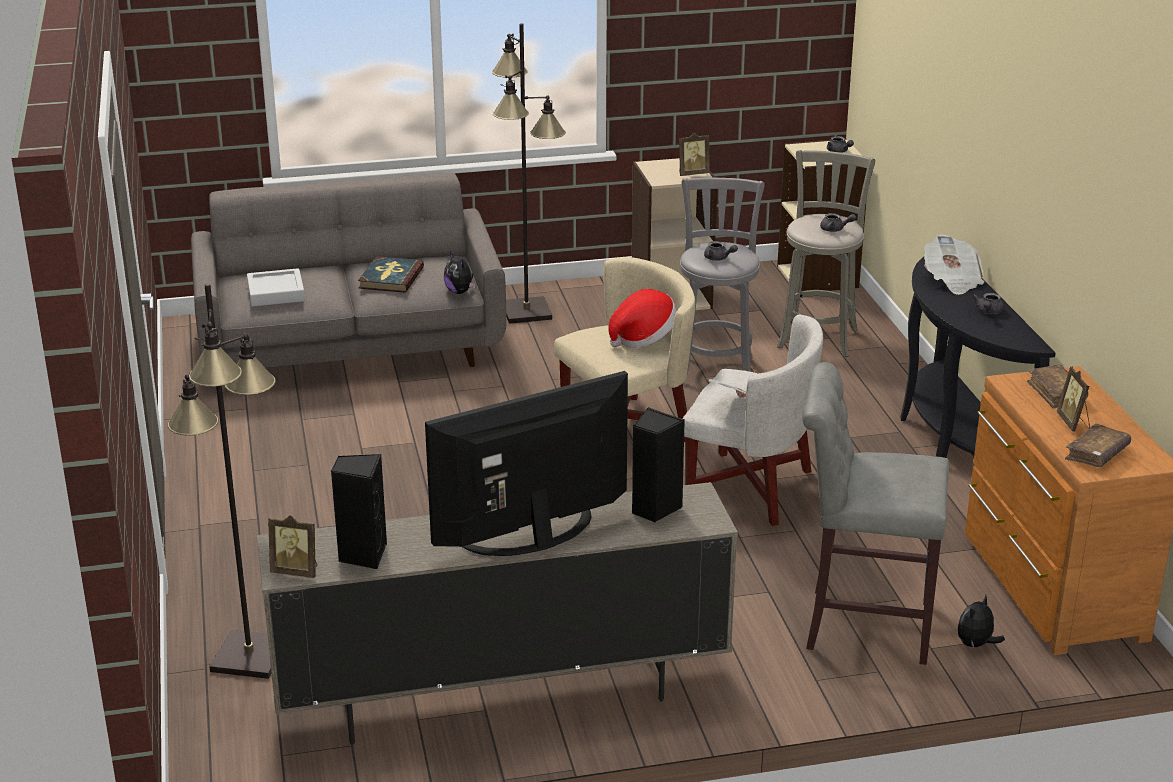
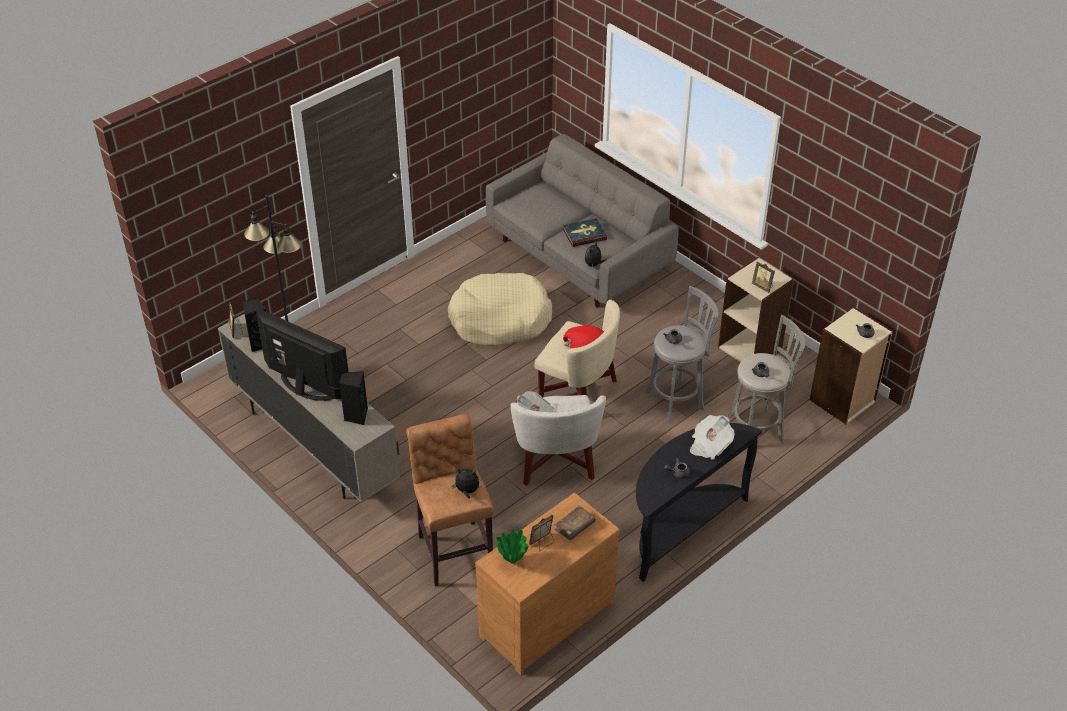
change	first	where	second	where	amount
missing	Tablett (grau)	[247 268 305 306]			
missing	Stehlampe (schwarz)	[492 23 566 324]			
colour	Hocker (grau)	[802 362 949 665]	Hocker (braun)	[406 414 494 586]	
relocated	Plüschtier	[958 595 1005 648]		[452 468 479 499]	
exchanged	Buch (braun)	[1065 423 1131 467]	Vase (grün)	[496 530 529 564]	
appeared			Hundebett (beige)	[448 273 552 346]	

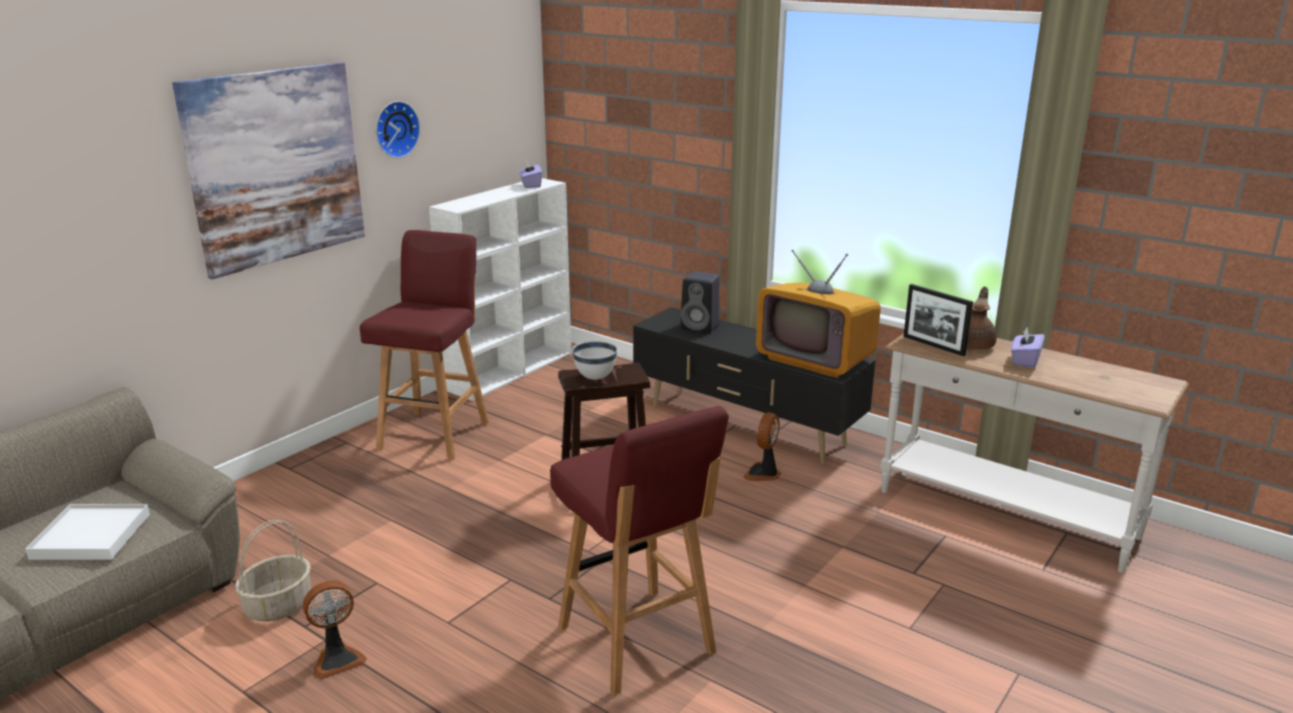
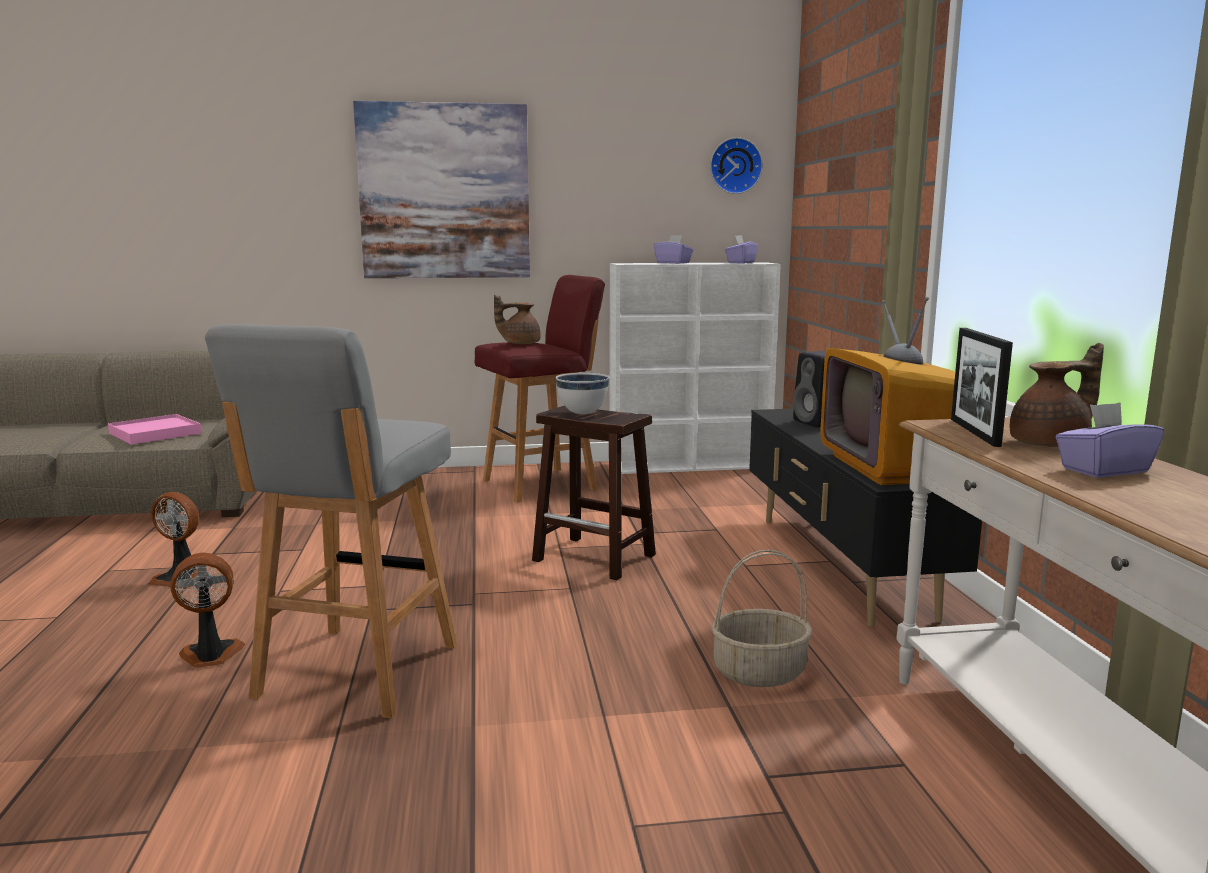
change	first	where	second	where	amount
colour	Tablett (weiß)	[25 504 150 560]	Tablett (rosa)	[108 414 202 445]	
relocated	Korb	[235 520 311 622]		[711 550 813 687]	
relocated	Wanduhr	[376 101 420 158]		[710 137 763 194]	
colour	Hocker (rot)	[550 406 729 695]	Hocker (grau)	[205 324 457 718]	
relocated	Ventilator	[743 412 781 481]		[170 552 245 668]	
appeared			Teekanne (braun)	[494 295 541 344]	
appeared			Taschentuchbox (lila)	[654 235 694 264]	

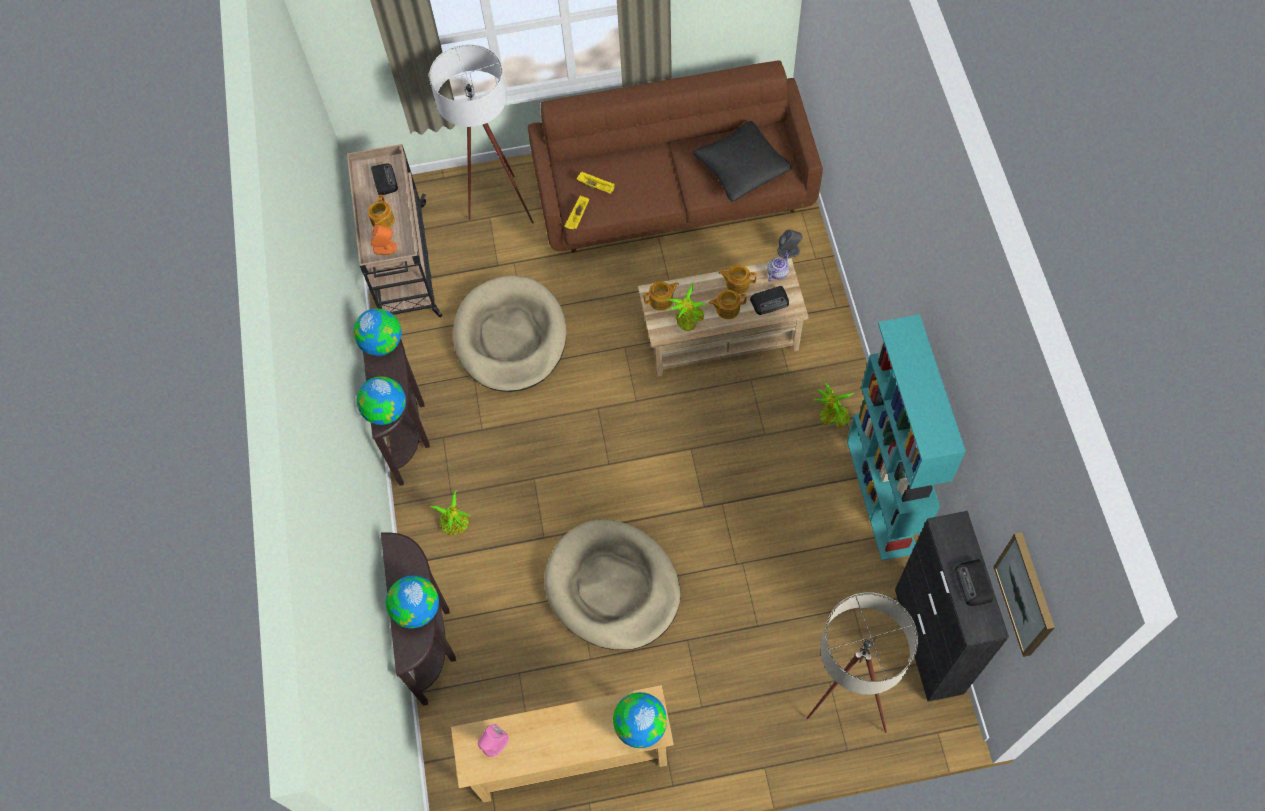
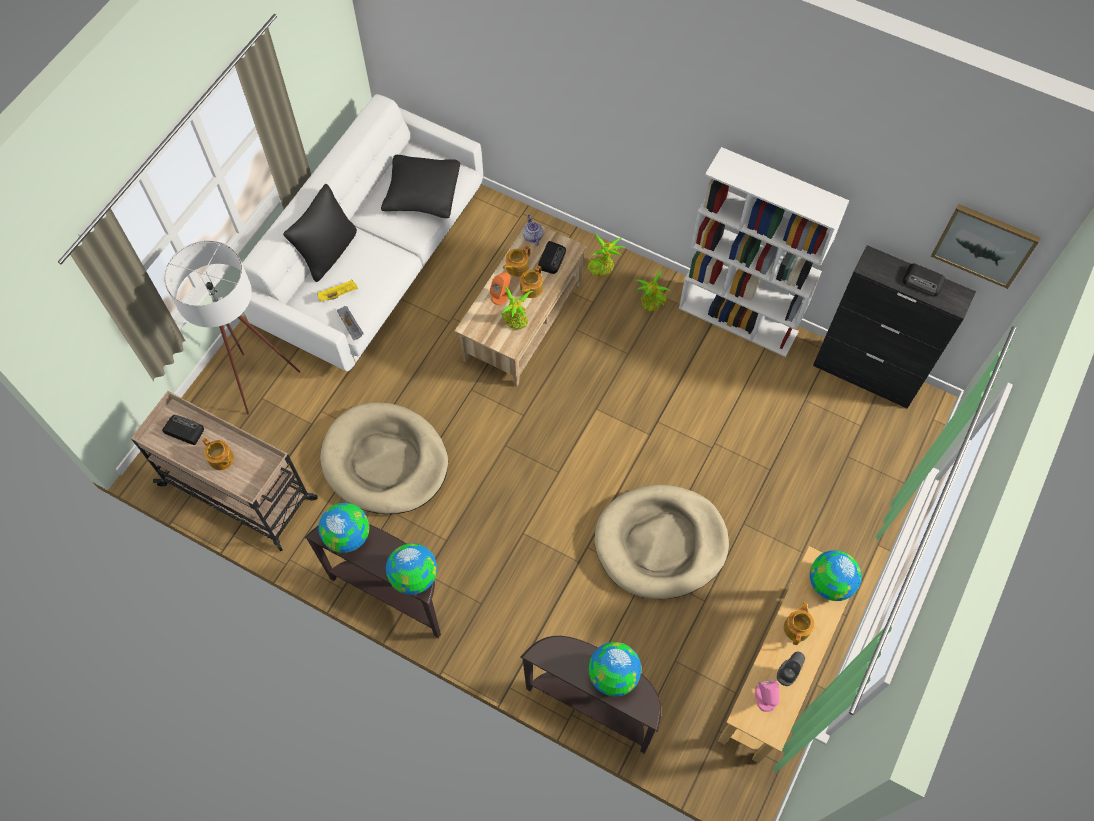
change	first	where	second	where	amount
relocated	Lautsprecher (orange)	[371 224 397 255]		[490 272 512 305]	
relocated	Topfpflanze	[430 490 471 535]		[587 234 625 277]	
colour	Sofa (braun)	[528 61 823 253]	Sofa (weiß)	[242 94 483 371]	
colour	Tablett (gelb)	[565 195 589 229]	Tablett (grau)	[337 306 364 340]	
relocated	Teekanne	[644 281 679 311]		[784 601 815 645]	
relocated	Lautsprecher (grau)	[777 229 803 258]		[777 652 805 686]	
missing	Stehlampe (beige)	[806 593 918 733]			
colour	Bücherregal (türkis)	[847 314 966 561]	Bücherregal (weiß)	[679 147 849 357]	
appeared			Kissen (schwarz)	[283 184 357 282]	

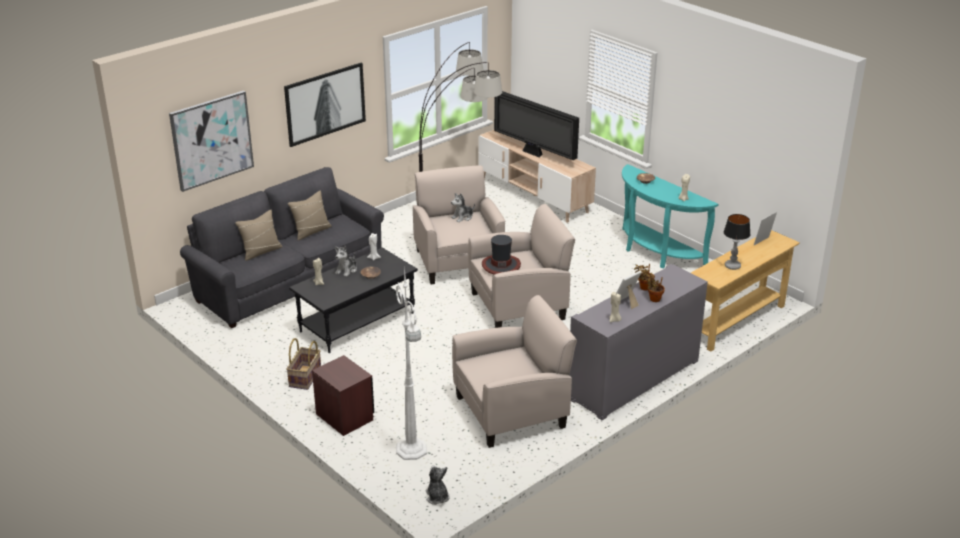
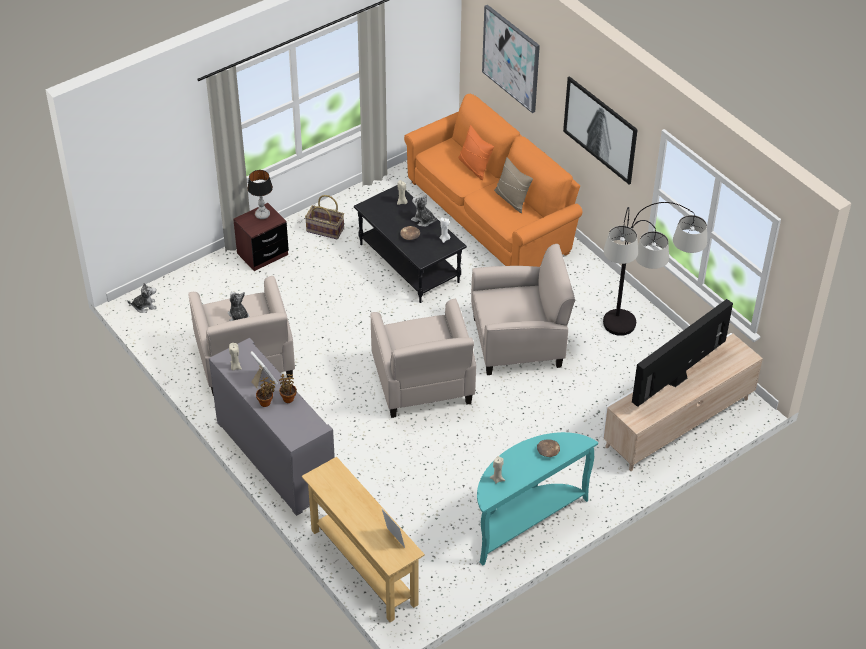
change	first	where	second	where	amount
colour	Sofa (grau)	[180 167 384 328]	Sofa (orange)	[404 94 582 267]	
colour	Kissen (beige)	[235 210 282 261]	Kissen (orange)	[458 125 494 180]	
missing	Stehlampe (weiß)	[395 265 427 460]			
relocated	Plüschtier	[451 193 475 222]		[227 292 249 321]	
missing	Hut	[482 235 521 274]			
relocated	Tischlampe	[724 214 751 270]		[248 170 273 219]	

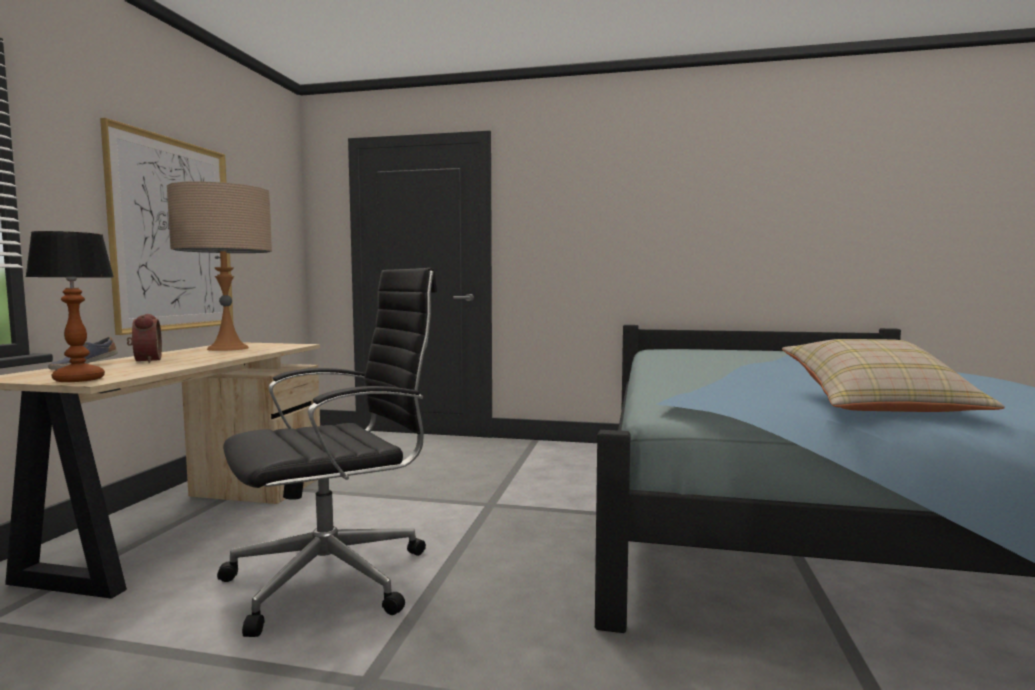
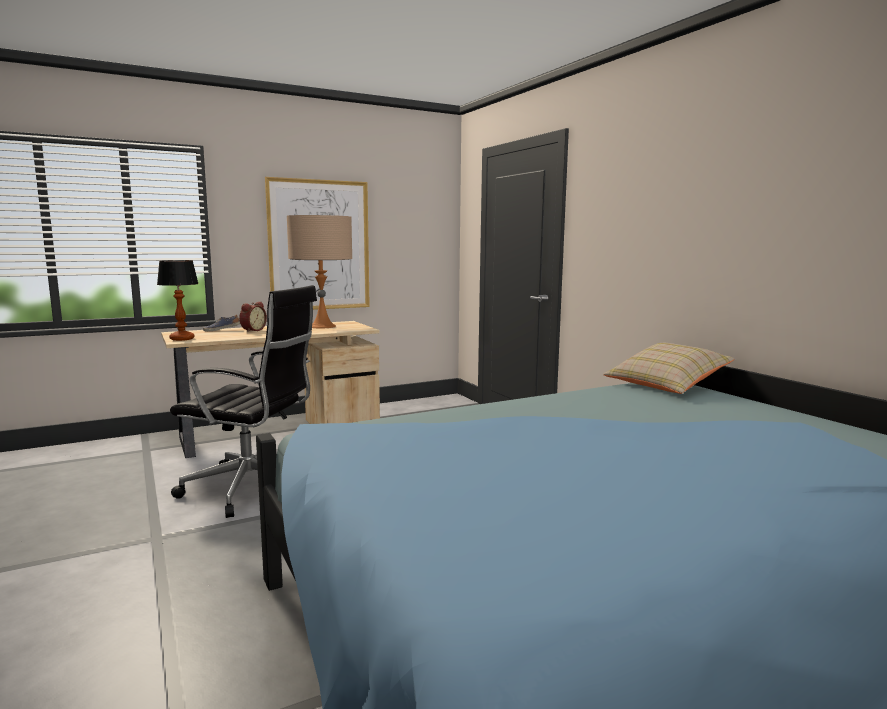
change	first	where	second	where	amount
relocated	Kissen (beige)	[782 339 1005 412]		[603 343 735 394]	

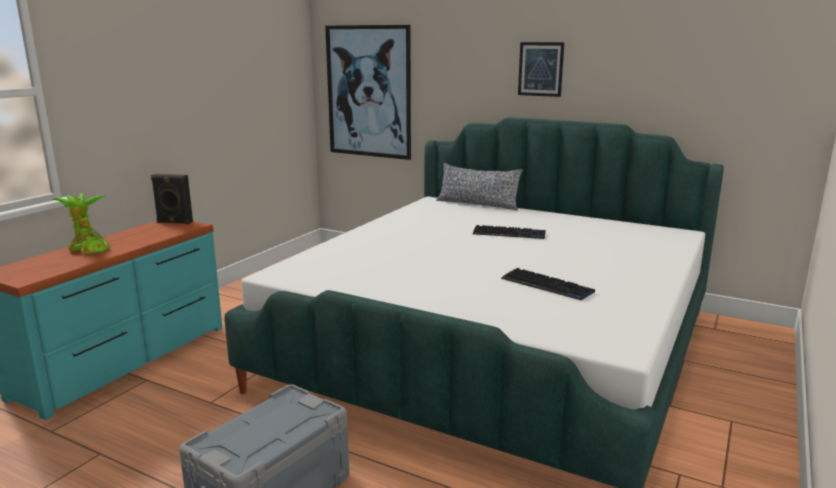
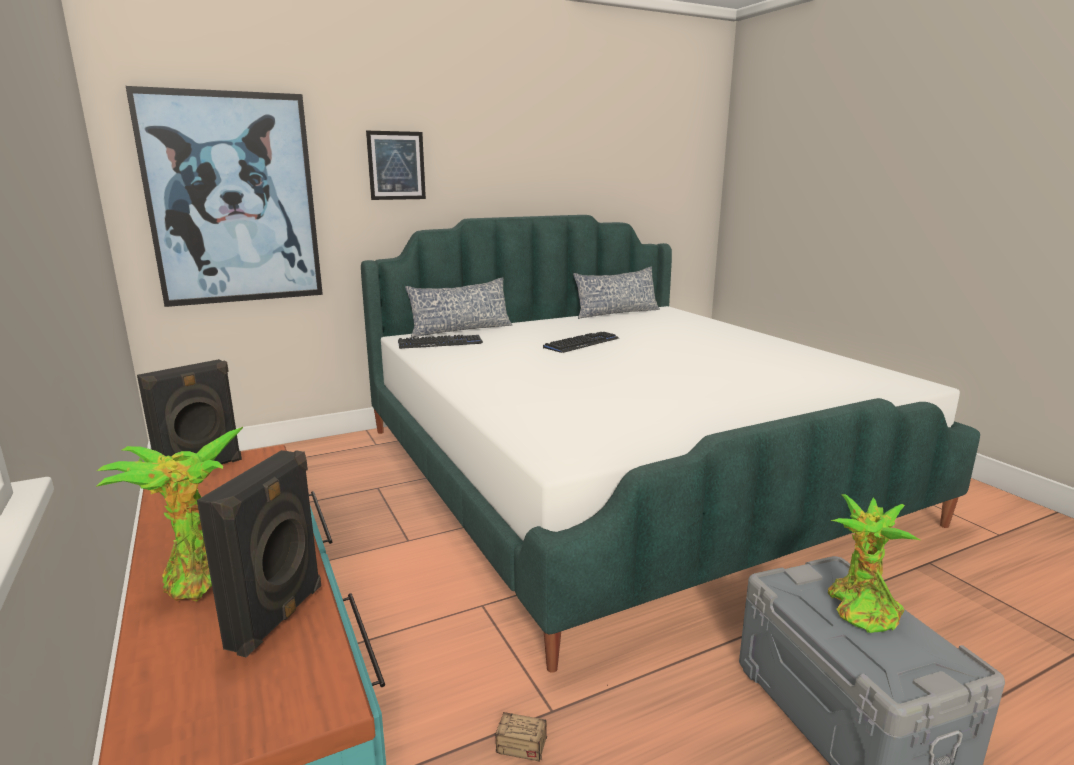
change	first	where	second	where	amount
relocated	Tastatur	[501 268 595 300]		[398 335 483 349]	
relocated	Bild	[518 42 564 97]		[366 131 426 200]	
appeared			Lautsprecher (schwarz)	[197 450 321 657]	
appeared			Aufbewahrungsbox	[494 686 608 762]	
appeared			Kissen	[573 267 660 319]	
appeared			Topfpflanze	[828 494 920 633]	

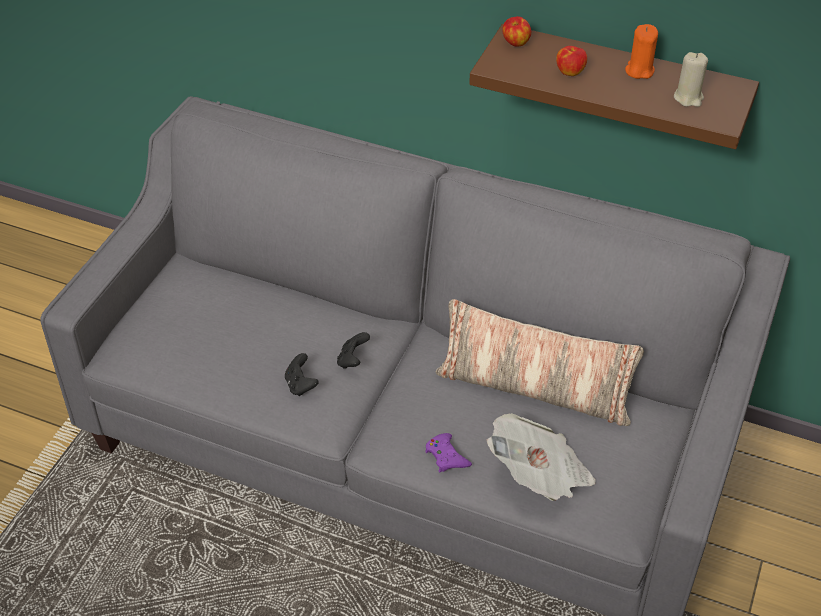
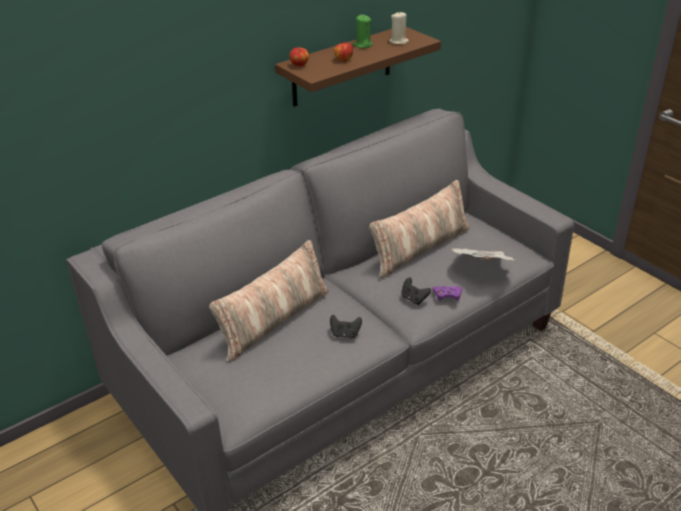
change	first	where	second	where	amount
relocated	Gamepad (schwarz)	[337 332 370 369]		[401 278 431 305]	
colour	Kerze (orange)	[625 24 658 79]	Kerze (grün)	[353 15 373 48]	
appeared			Kissen	[209 240 329 362]	

